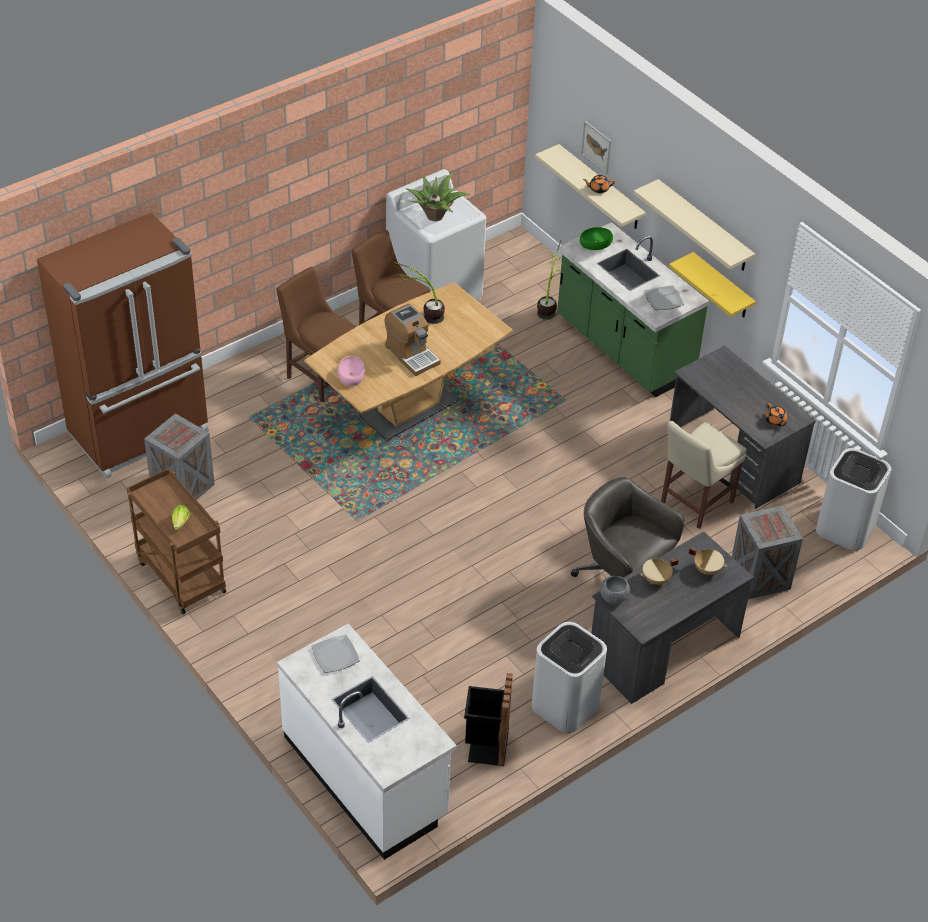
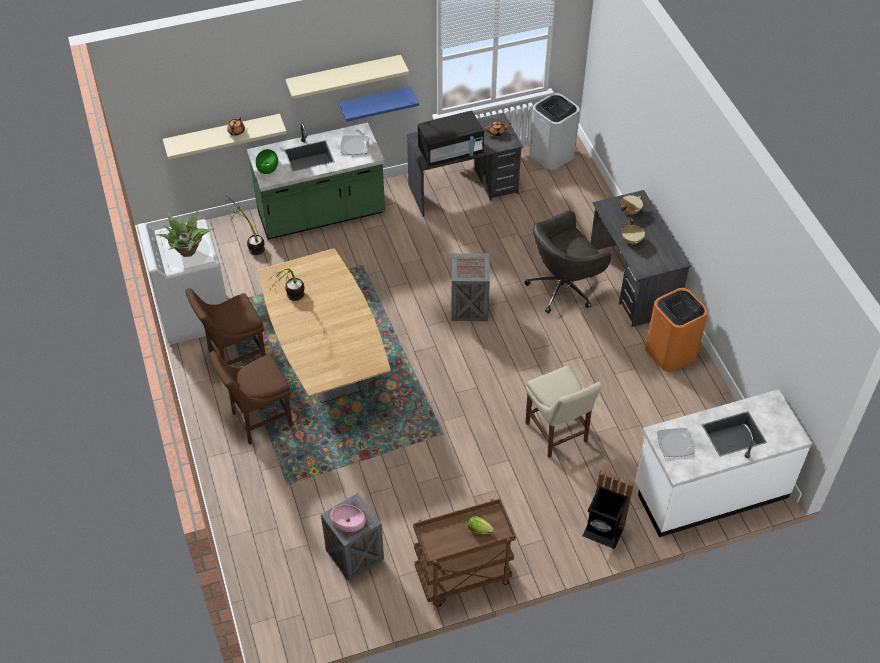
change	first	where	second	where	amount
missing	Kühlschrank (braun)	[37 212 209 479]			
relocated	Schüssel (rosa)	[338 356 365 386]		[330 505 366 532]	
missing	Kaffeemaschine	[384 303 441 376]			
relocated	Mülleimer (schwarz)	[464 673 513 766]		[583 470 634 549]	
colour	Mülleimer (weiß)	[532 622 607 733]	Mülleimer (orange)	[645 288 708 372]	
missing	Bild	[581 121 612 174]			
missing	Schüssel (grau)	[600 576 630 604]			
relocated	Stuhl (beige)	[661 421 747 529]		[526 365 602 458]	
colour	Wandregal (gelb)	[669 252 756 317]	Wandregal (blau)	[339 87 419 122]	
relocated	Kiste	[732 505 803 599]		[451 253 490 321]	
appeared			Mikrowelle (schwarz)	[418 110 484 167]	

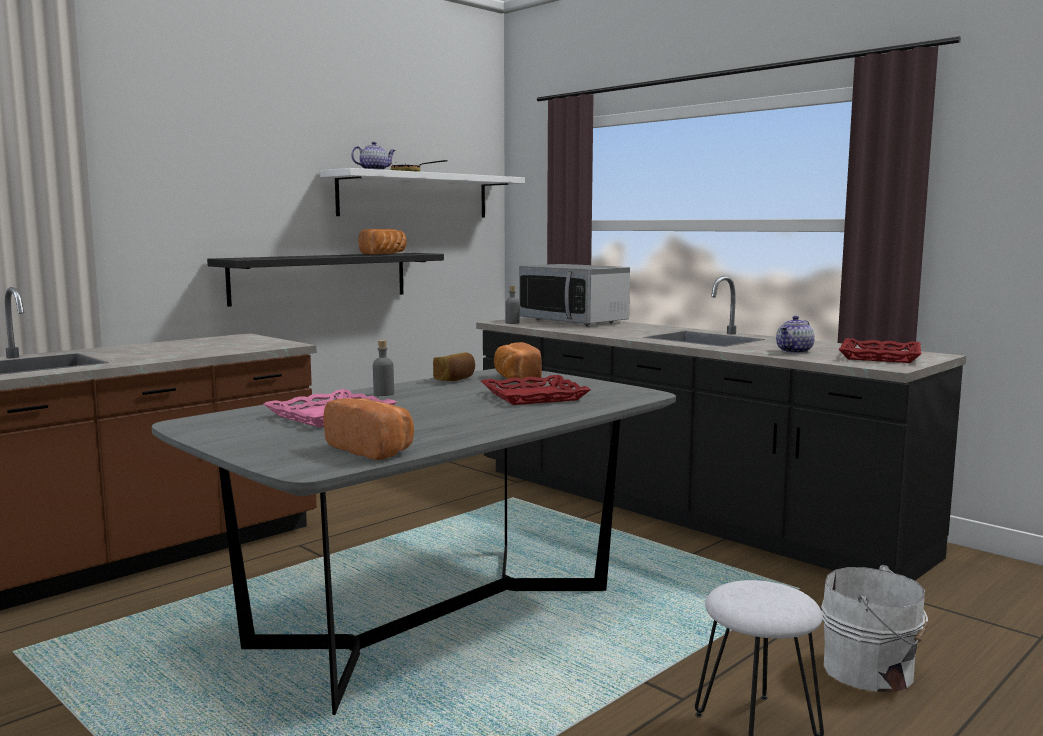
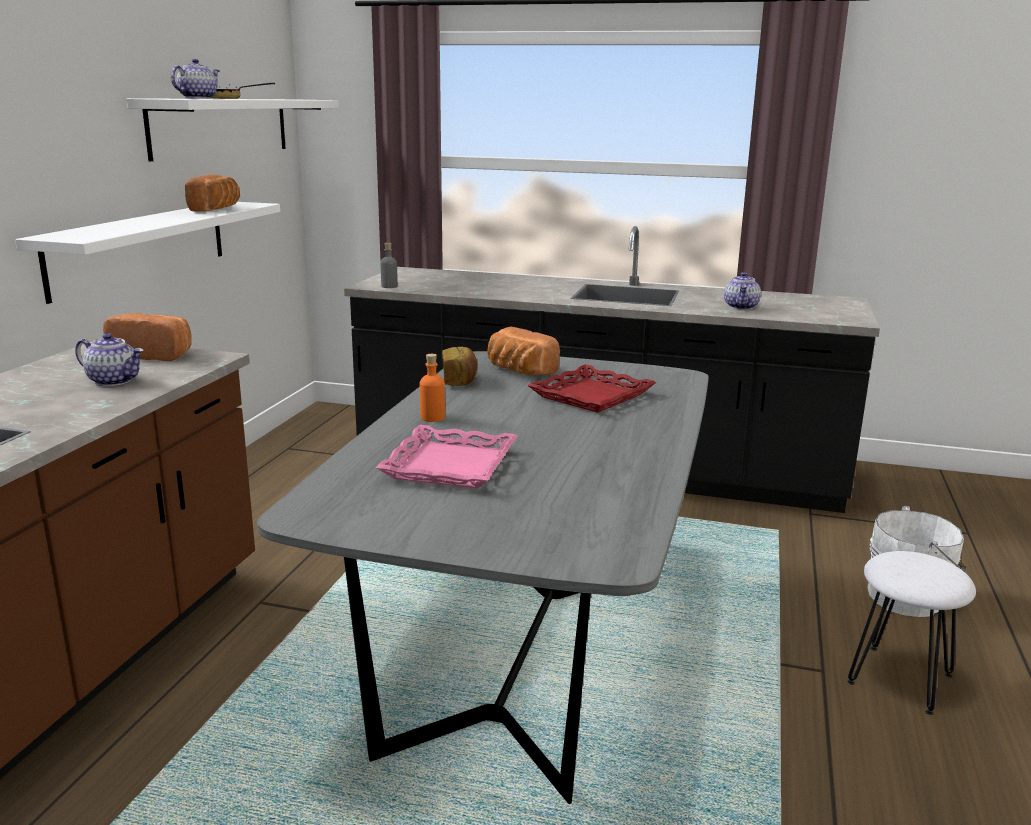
change	first	where	second	where	amount
colour	Wandregal (schwarz)	[207 253 444 307]	Wandregal (weiß)	[15 202 280 304]	
relocated	Brot	[324 398 414 460]		[103 313 192 361]	
colour	Flasche (grau)	[373 340 394 396]	Flasche (orange)	[420 354 445 422]	
missing	Mikrowelle	[519 264 630 326]			
missing	Tablett (rot)	[839 338 921 363]			
appeared			Teekanne	[75 333 144 386]	

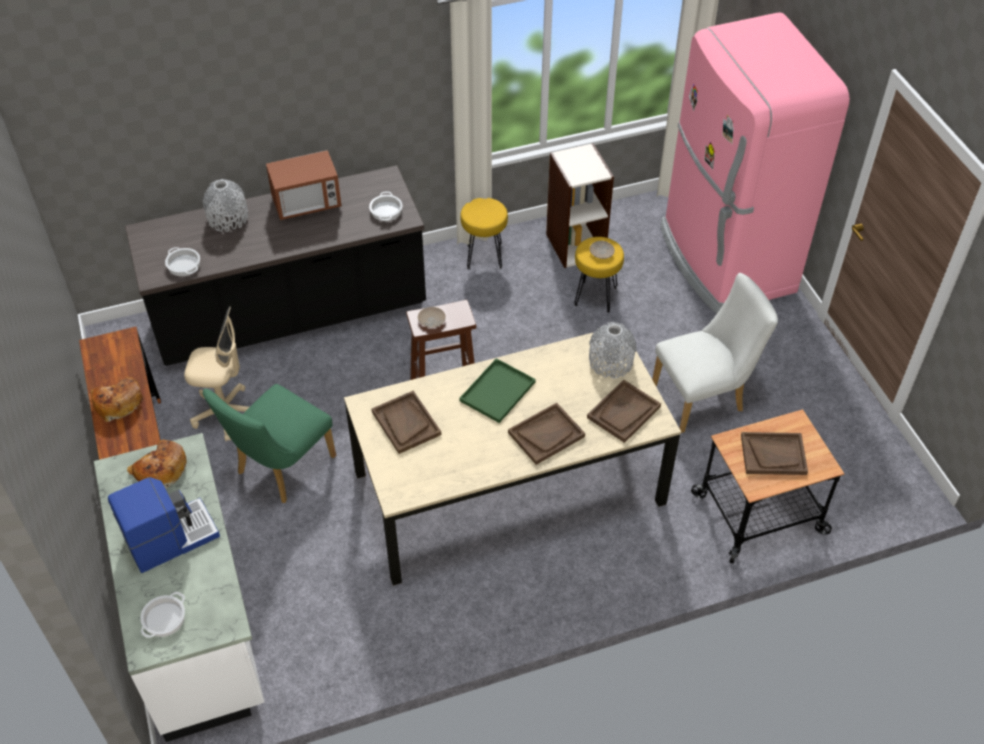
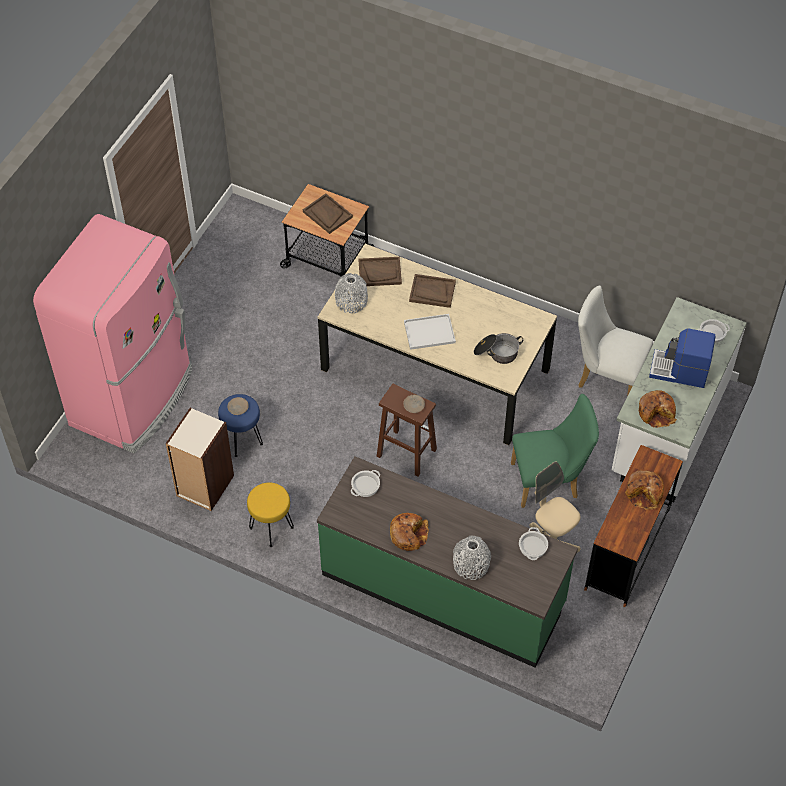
change	first	where	second	where	amount
colour	Küchenzeile (schwarz)	[125 165 426 366]	Küchenzeile (grün)	[317 456 578 668]	
exchanged	Mikrowelle	[266 150 341 220]	Brot	[390 513 429 551]	
exchanged	Tablett (braun)	[372 391 441 454]	Kochtopf	[474 333 523 364]	
colour	Tablett (grün)	[459 358 536 423]	Tablett (weiß)	[404 314 456 350]	
colour	Hocker (gelb)	[574 237 624 313]	Hocker (blau)	[218 394 263 457]	
relocated	Stuhl (weiß)	[652 273 778 433]		[578 285 653 396]	

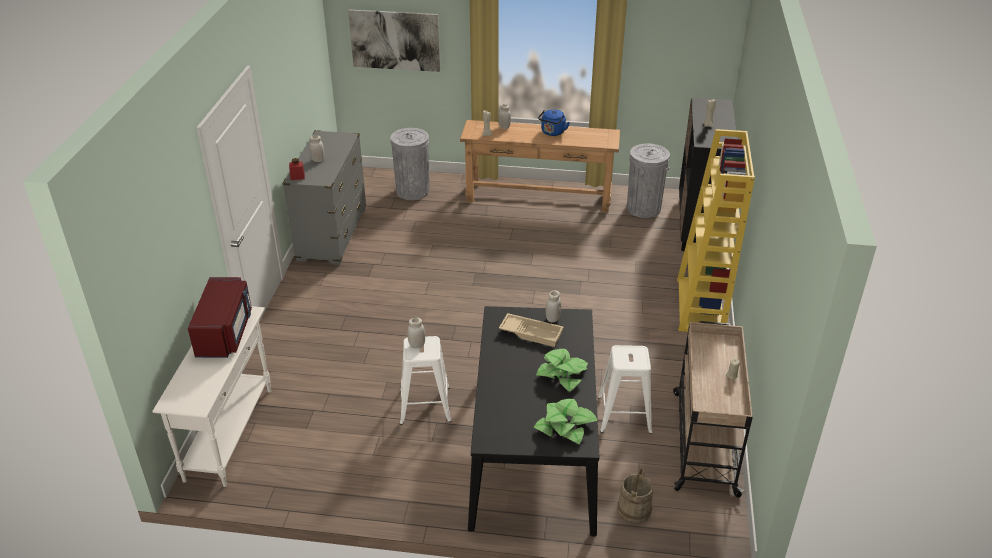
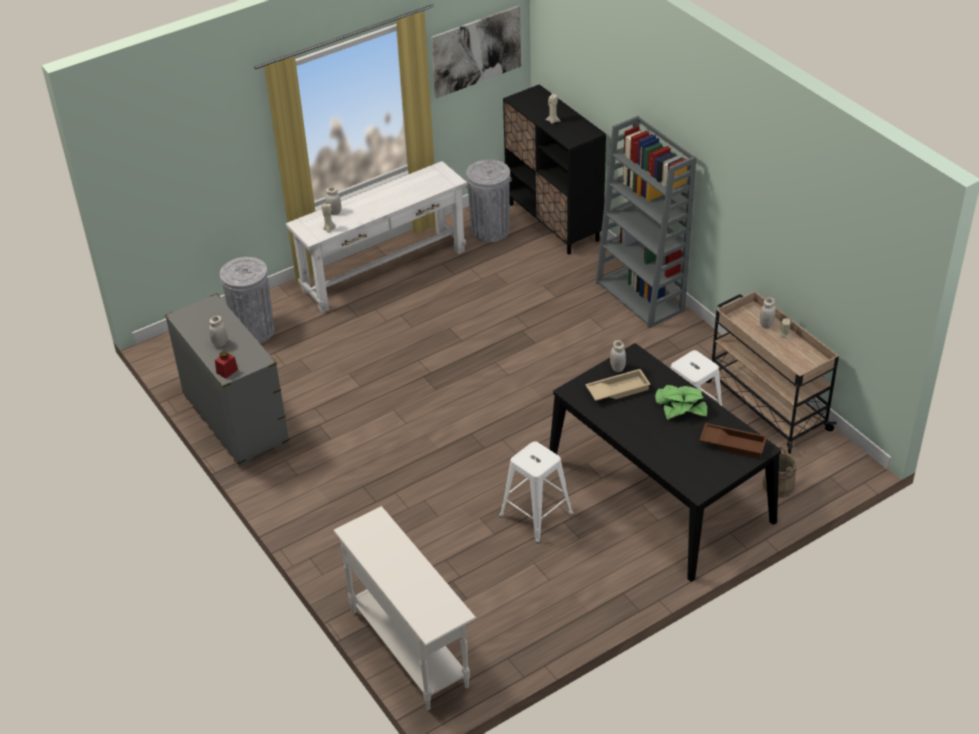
change	first	where	second	where	amount
missing	Mikrowelle (rot)	[188 277 252 358]			
relocated	Bild	[348 10 440 72]		[431 5 521 99]	
relocated	Vorratsglas (weiß)	[408 318 425 348]		[760 297 776 329]	
colour	Konsolentisch (braun)	[460 120 620 212]	Konsolentisch (weiß)	[286 161 467 313]	
exchanged	Topfpflanze	[533 399 598 444]	Tablett (braun)	[699 423 767 459]	
missing	Wasserkessel (blau)	[538 110 570 136]			
colour	Bücherregal (gelb)	[677 129 755 332]	Bücherregal (grau)	[596 116 696 328]	

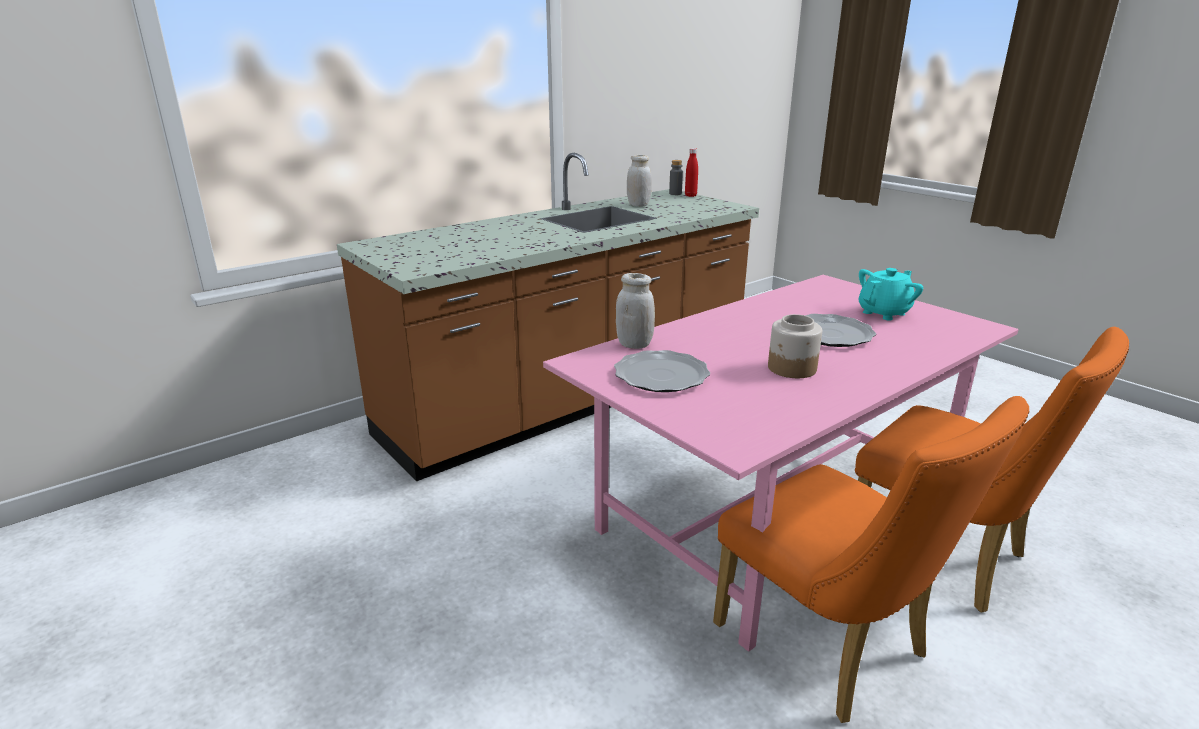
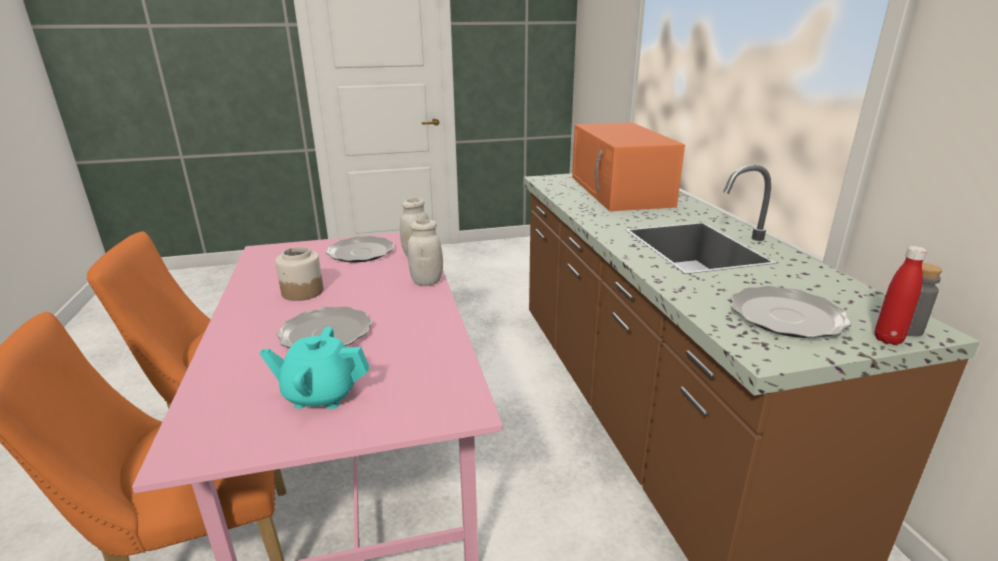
change	first	where	second	where	amount
relocated	Vorratsglas (weiß)	[627 155 652 207]		[407 220 443 286]	
spun	Teekanne (türkis)	[859 268 923 321]		[260 326 370 409]	105 degrees clockwise
appeared			Mikrowelle (orange)	[572 122 685 211]	
appeared			Teller	[731 286 852 338]	

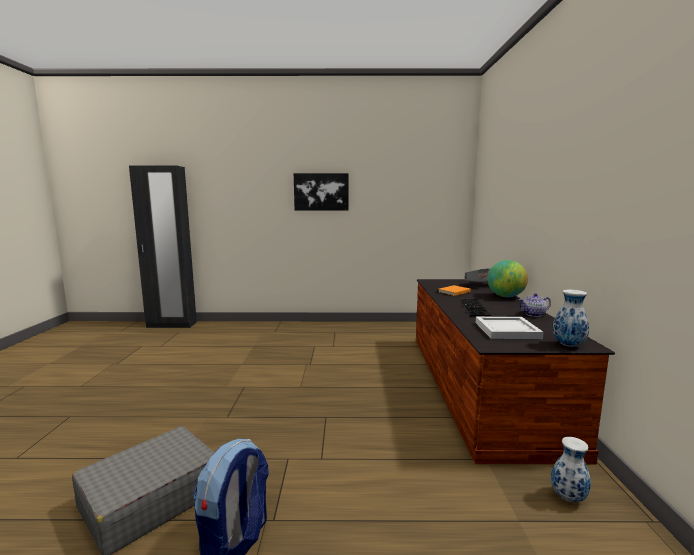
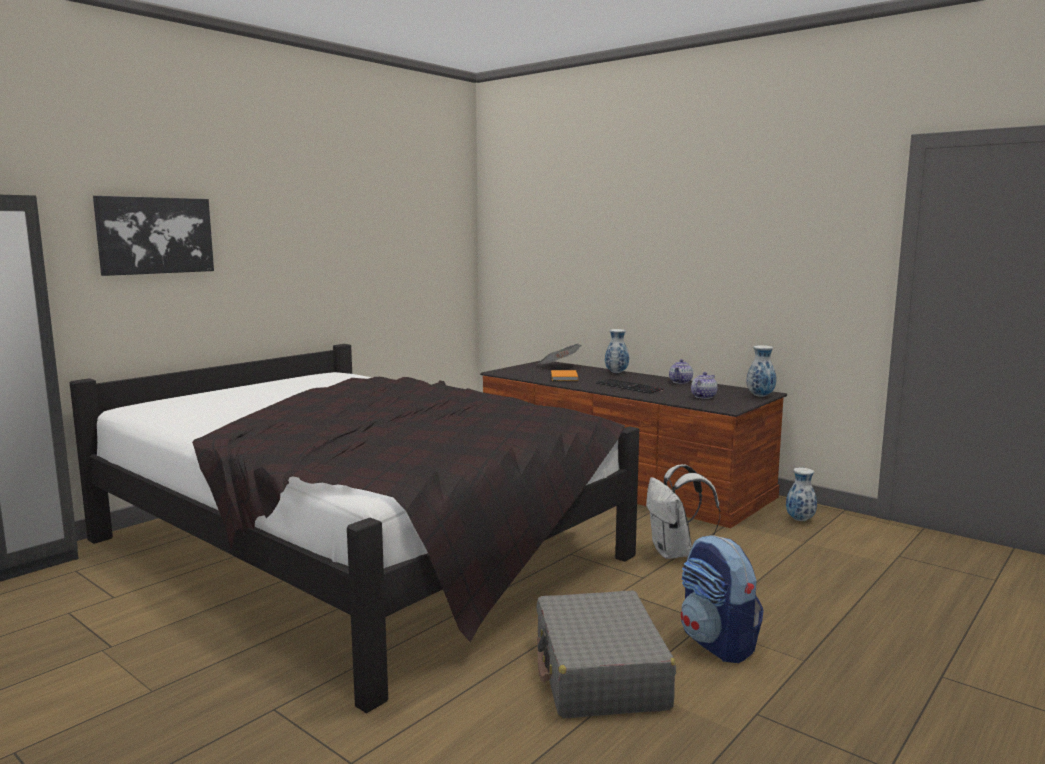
change	first	where	second	where	amount
relocated	Bild	[294 173 348 211]		[93 196 214 276]	
exchanged	Tablett (weiß)	[476 317 544 339]	Teekanne	[691 372 718 399]	
exchanged	Globus	[487 260 528 297]	Vase	[605 329 629 373]	
appeared			Bett (schwarz)	[70 344 639 713]	
appeared			Rucksack (weiß)	[646 464 721 559]	

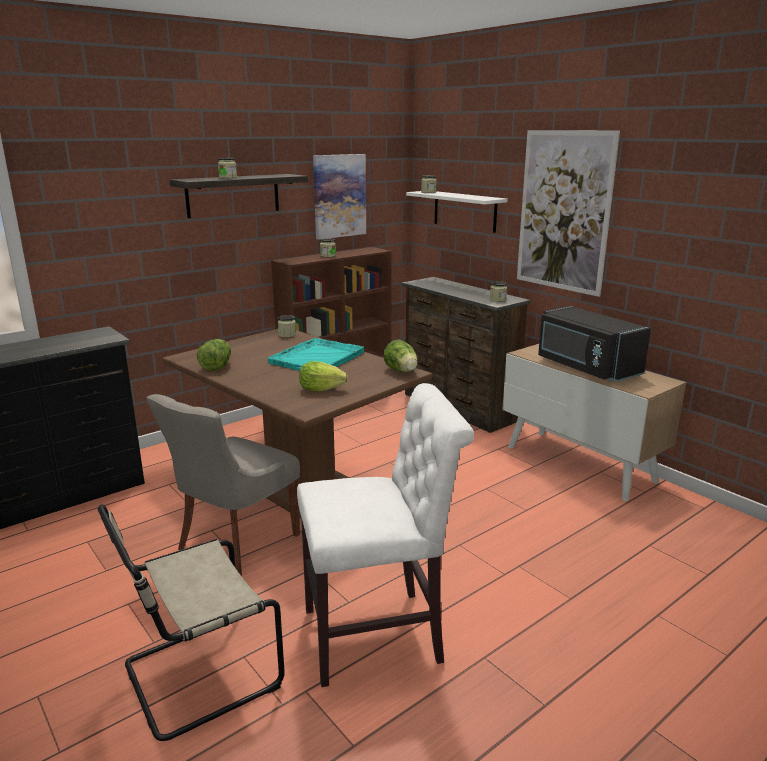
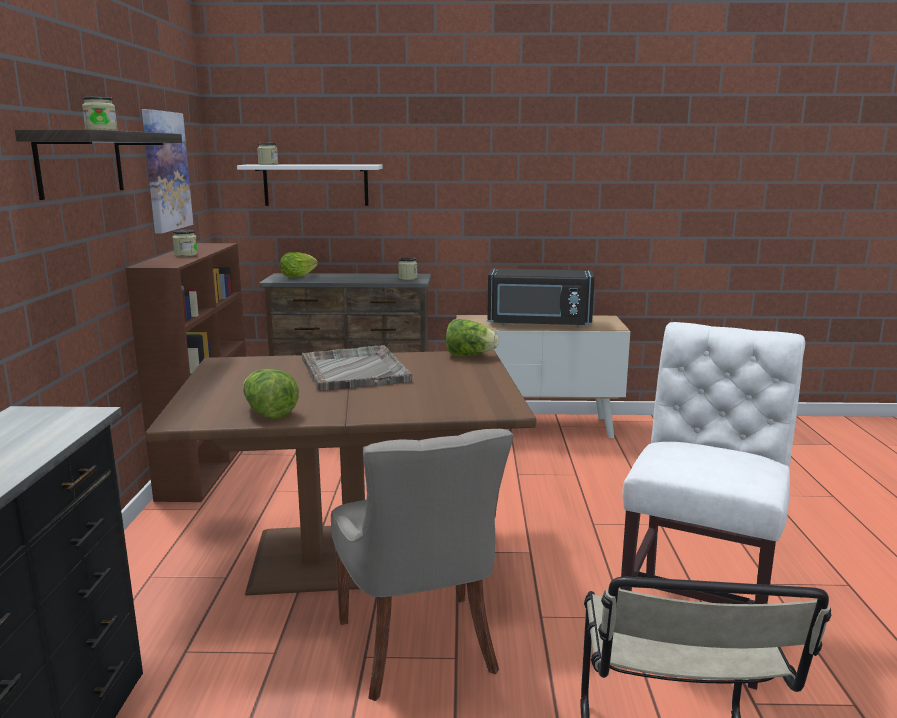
change	first	where	second	where	amount
colour	Tablett (türkis)	[268 338 364 371]	Tablett (grau)	[302 345 412 391]	
missing	Vorratsglas	[278 315 296 337]			
relocated	Salatkopf	[299 361 348 391]		[280 252 318 278]	
missing	Bild	[517 130 620 297]			

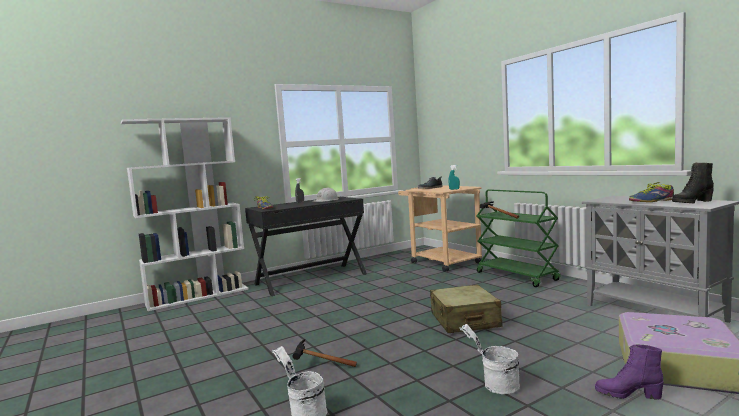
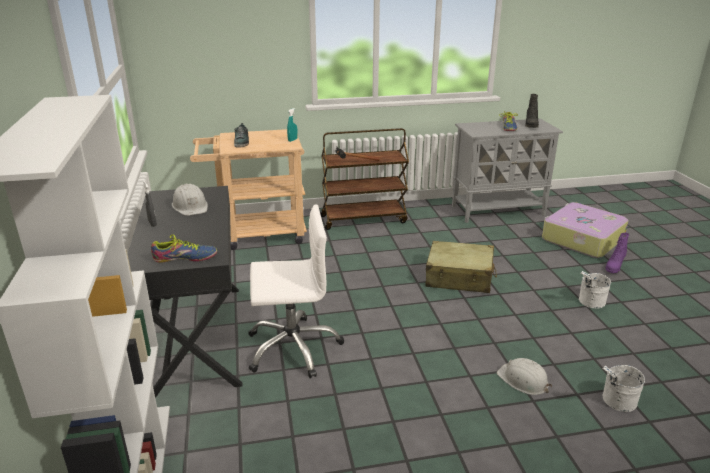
change	first	where	second	where	amount
exchanged	Hammer	[293 339 357 367]	Schutzhelm (weiß)	[497 358 552 395]	
colour	Rollwagen (grün)	[476 189 561 287]	Rollwagen (braun)	[320 128 409 230]	
appeared			Bürostuhl (weiß)	[248 204 344 378]	

